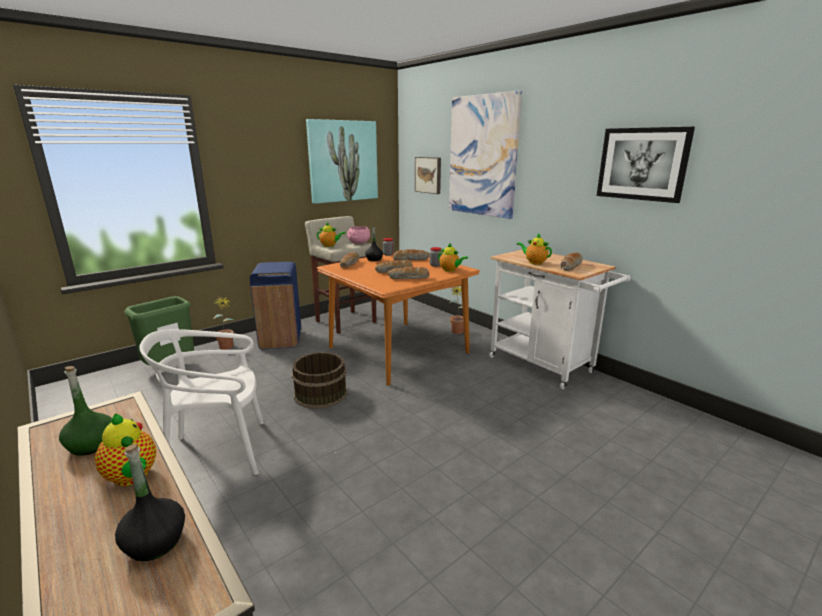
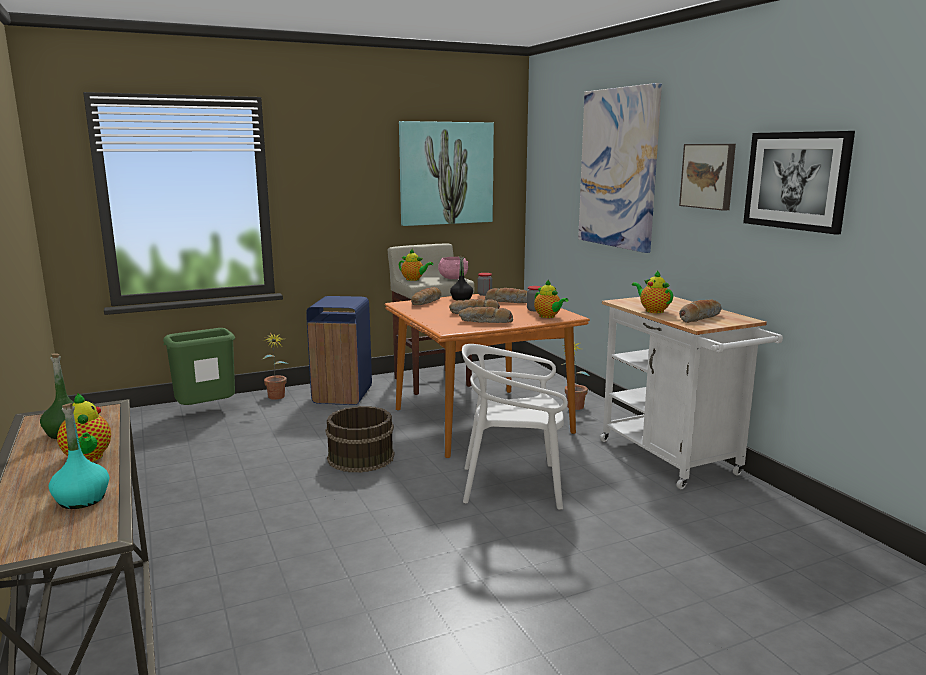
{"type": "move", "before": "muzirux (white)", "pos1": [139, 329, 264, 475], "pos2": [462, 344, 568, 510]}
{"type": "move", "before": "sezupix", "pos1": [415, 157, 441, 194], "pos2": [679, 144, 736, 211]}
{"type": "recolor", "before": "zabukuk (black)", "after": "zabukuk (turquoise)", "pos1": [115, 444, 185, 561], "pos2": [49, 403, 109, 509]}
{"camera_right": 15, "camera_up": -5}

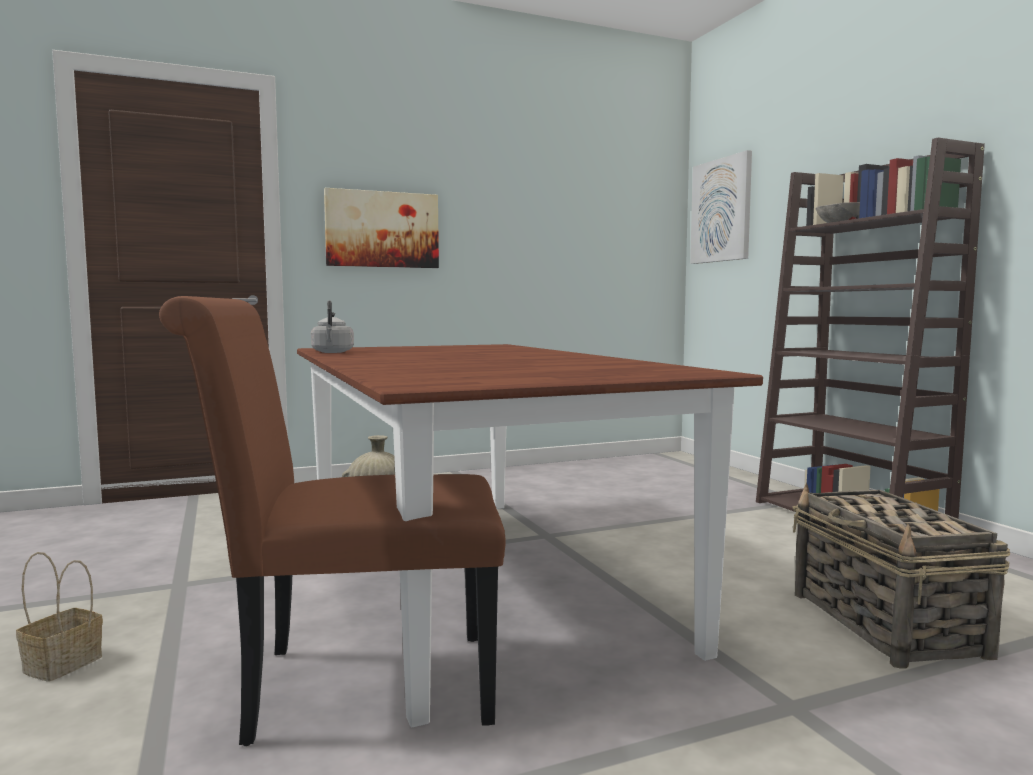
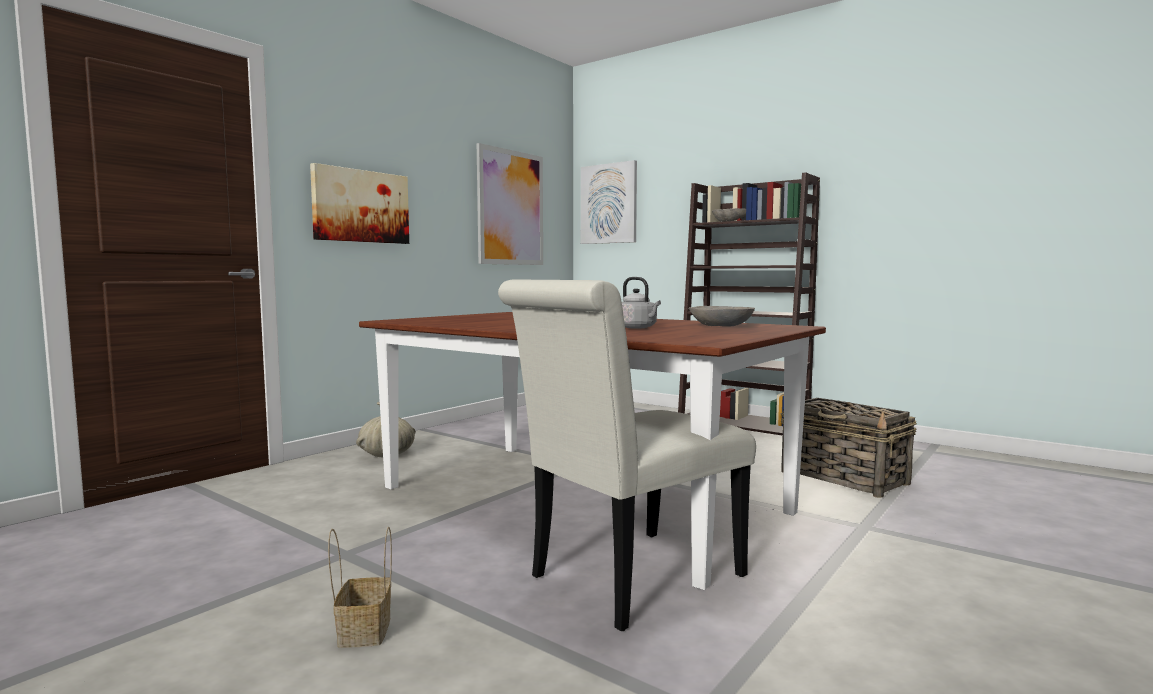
{"type": "insert", "after": "sezupix", "pos2": [477, 143, 543, 265]}
{"type": "insert", "after": "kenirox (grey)", "pos2": [689, 306, 755, 327]}
{"type": "move", "before": "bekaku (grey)", "pos1": [311, 301, 354, 353], "pos2": [622, 277, 661, 329]}
{"type": "recolor", "before": "muzirux (brown)", "after": "muzirux (white)", "pos1": [159, 296, 506, 746], "pos2": [498, 279, 756, 631]}
{"camera_right": -30, "camera_up": 0}

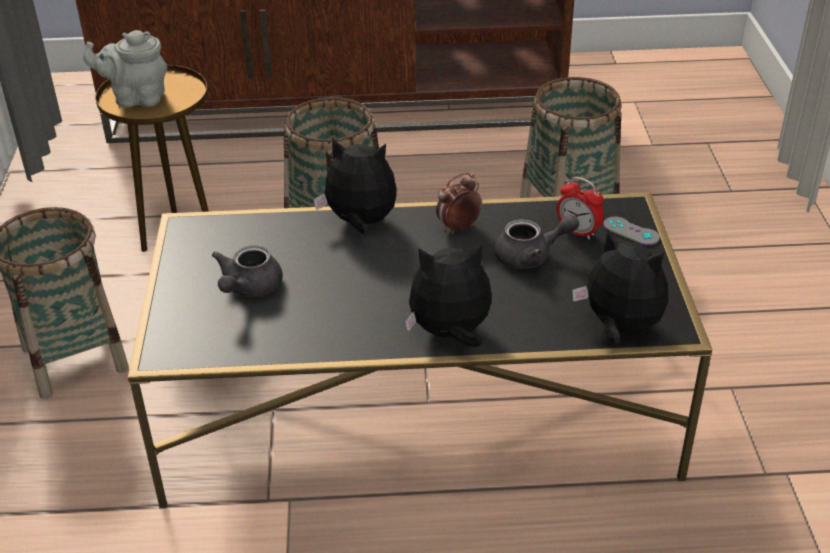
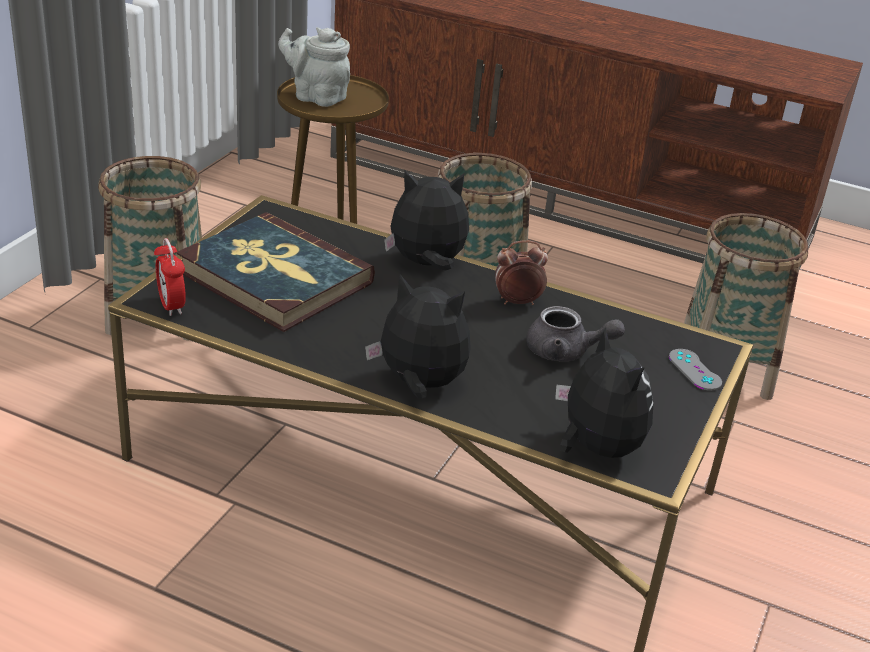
{"type": "move", "before": "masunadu", "pos1": [557, 177, 604, 240], "pos2": [154, 238, 186, 316]}
{"type": "replace", "before": "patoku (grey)", "after": "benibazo", "pos1": [211, 245, 283, 297], "pos2": [176, 212, 375, 332]}
{"type": "rotate", "before": "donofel", "pos1": [313, 138, 397, 233], "pos2": [384, 171, 469, 271], "turn": -45}
{"camera_right": 25, "camera_up": -5}

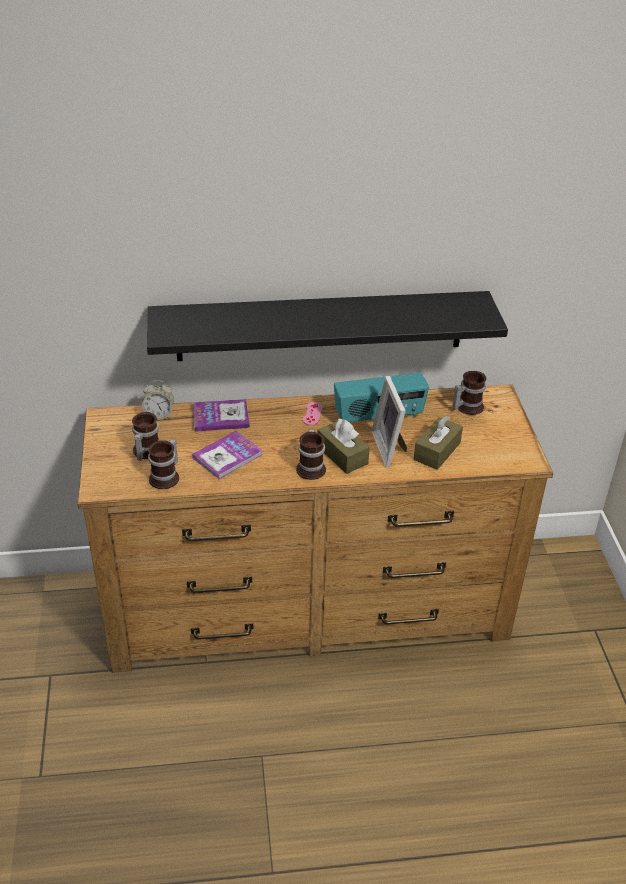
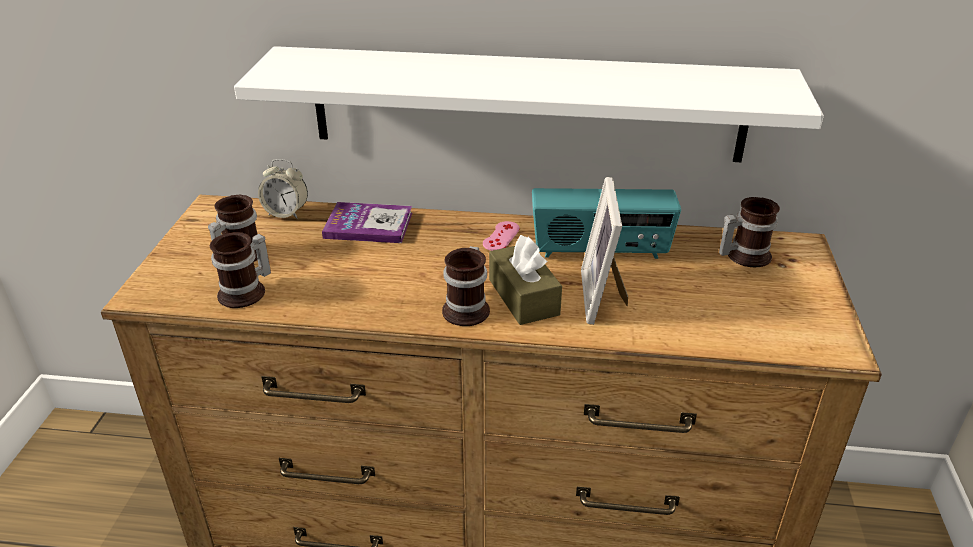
{"type": "delete", "before": "benibazo", "pos1": [192, 431, 262, 479]}
{"type": "delete", "before": "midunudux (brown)", "pos1": [414, 416, 463, 470]}
{"type": "recolor", "before": "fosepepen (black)", "after": "fosepepen (white)", "pos1": [147, 291, 508, 361], "pos2": [234, 46, 824, 162]}
{"camera_right": 15, "camera_up": -5}

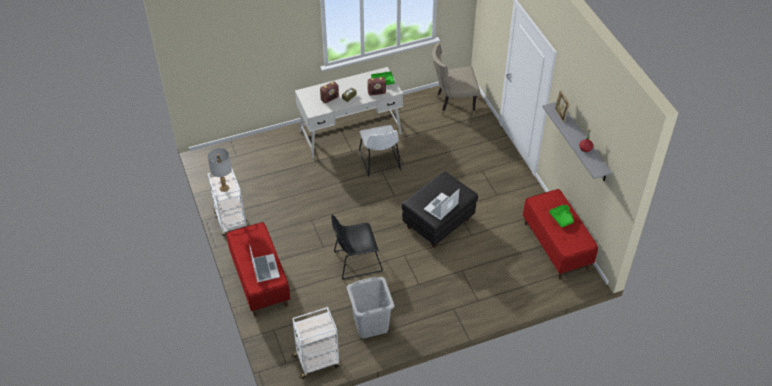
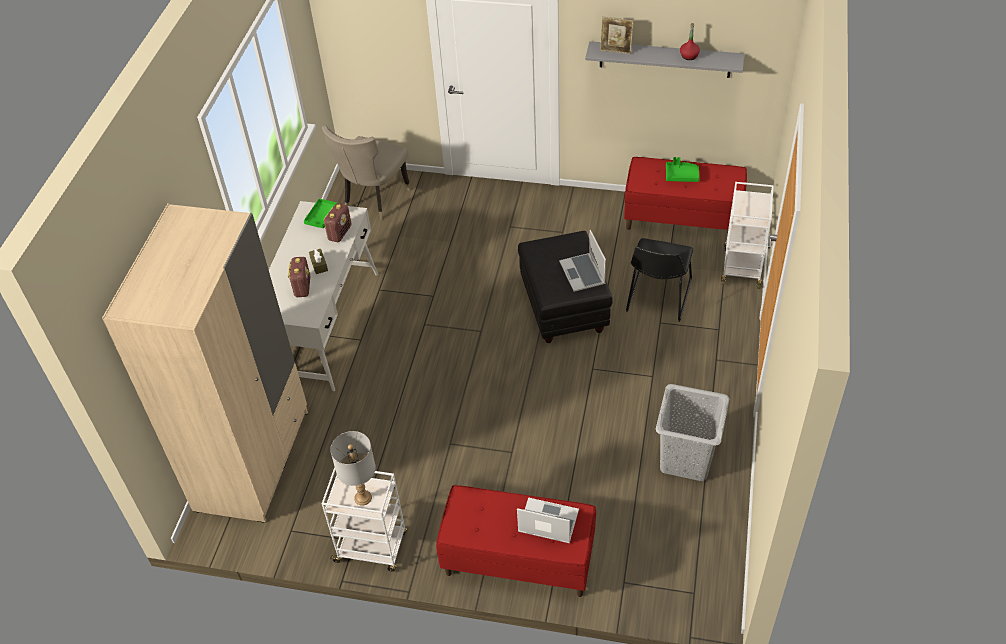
{"type": "delete", "before": "muzirux (white)", "pos1": [359, 125, 401, 177]}
{"type": "insert", "after": "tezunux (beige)", "pos2": [102, 203, 308, 523]}
{"type": "move", "before": "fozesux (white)", "pos1": [291, 307, 340, 379], "pos2": [721, 182, 774, 289]}
{"type": "move", "before": "muzirux (black)", "pos1": [331, 215, 383, 280], "pos2": [626, 238, 693, 322]}
{"camera_right": -55, "camera_up": 0}

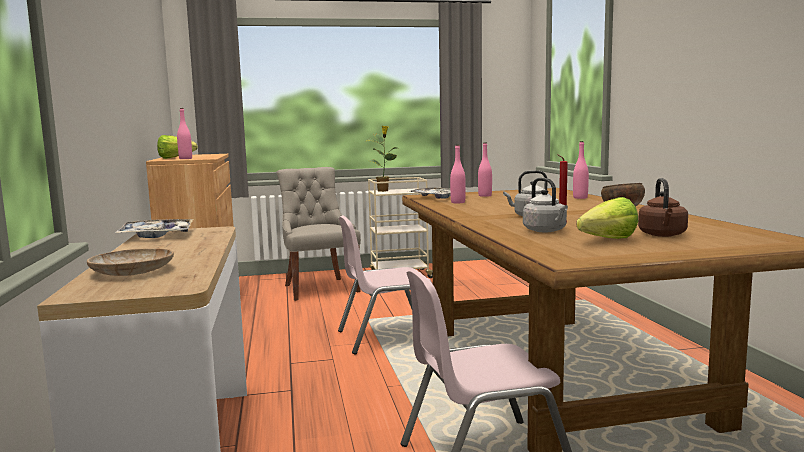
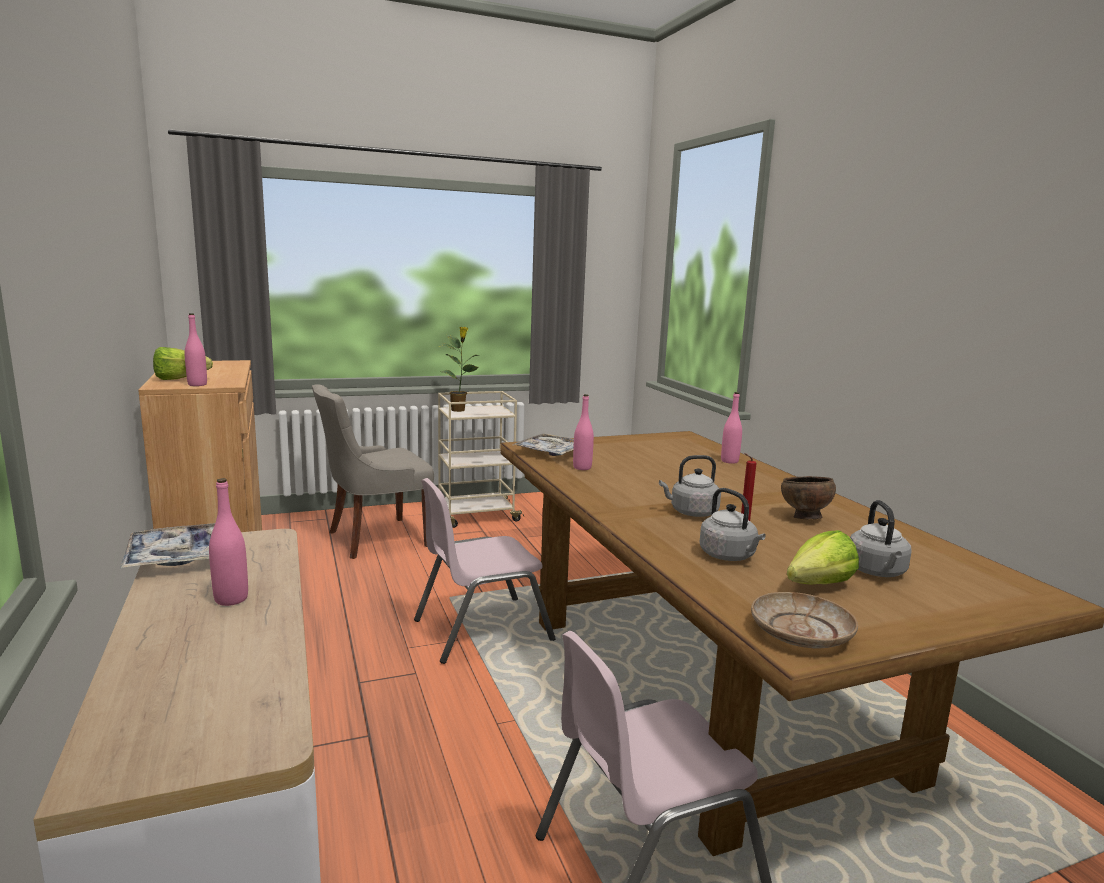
{"type": "move", "before": "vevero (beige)", "pos1": [87, 248, 174, 276], "pos2": [751, 592, 858, 648]}
{"type": "move", "before": "zabukuk (pink)", "pos1": [478, 142, 492, 197], "pos2": [209, 478, 248, 606]}
{"type": "recolor", "before": "bekaku (brown)", "after": "bekaku (grey)", "pos1": [638, 178, 688, 237], "pos2": [850, 500, 911, 577]}
{"type": "rotate", "before": "muzirux (grey)", "pos1": [277, 167, 361, 301], "pos2": [312, 384, 434, 559], "turn": -90}
{"camera_right": -10, "camera_up": 5}

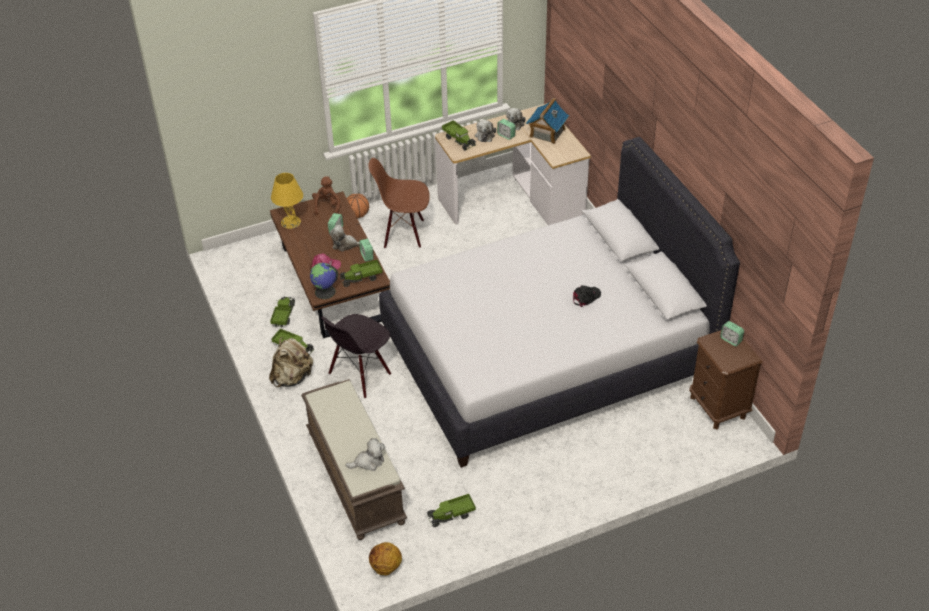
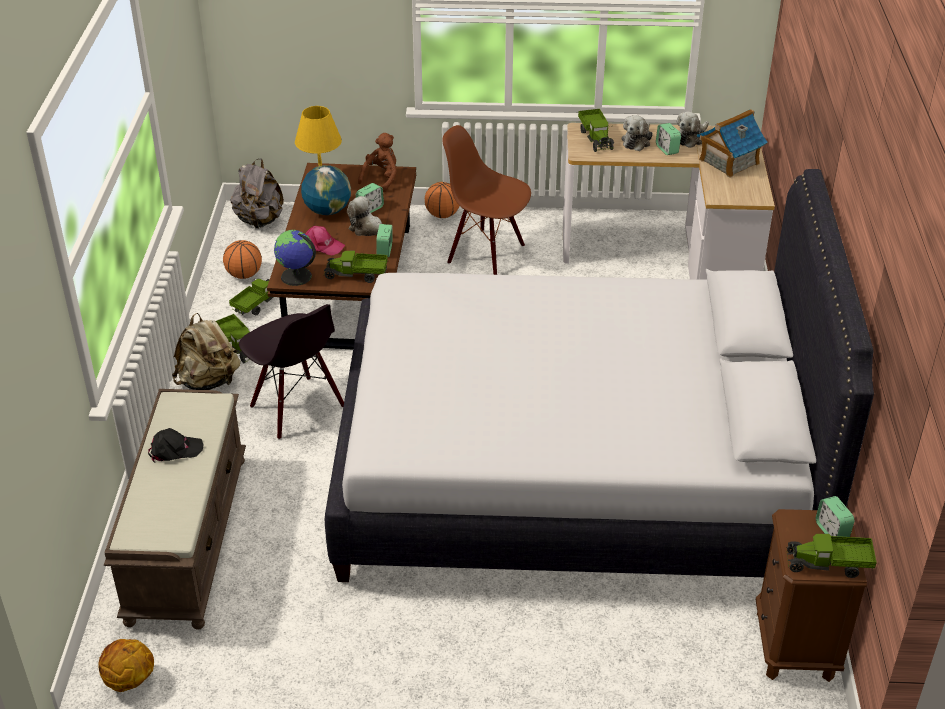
{"type": "delete", "before": "donofel", "pos1": [345, 438, 385, 471]}
{"type": "insert", "after": "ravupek", "pos2": [223, 240, 262, 279]}
{"type": "insert", "after": "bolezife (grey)", "pos2": [231, 158, 284, 229]}
{"type": "insert", "after": "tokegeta", "pos2": [301, 165, 351, 215]}
{"type": "move", "before": "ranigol", "pos1": [427, 494, 476, 527], "pos2": [786, 534, 877, 578]}
{"type": "move", "before": "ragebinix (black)", "pos1": [573, 286, 601, 307], "pos2": [148, 428, 204, 462]}
{"type": "rotate", "before": "muzirux (black)", "pos1": [321, 314, 391, 398], "pos2": [239, 304, 344, 440], "turn": -105}
{"camera_right": 25, "camera_up": -5}

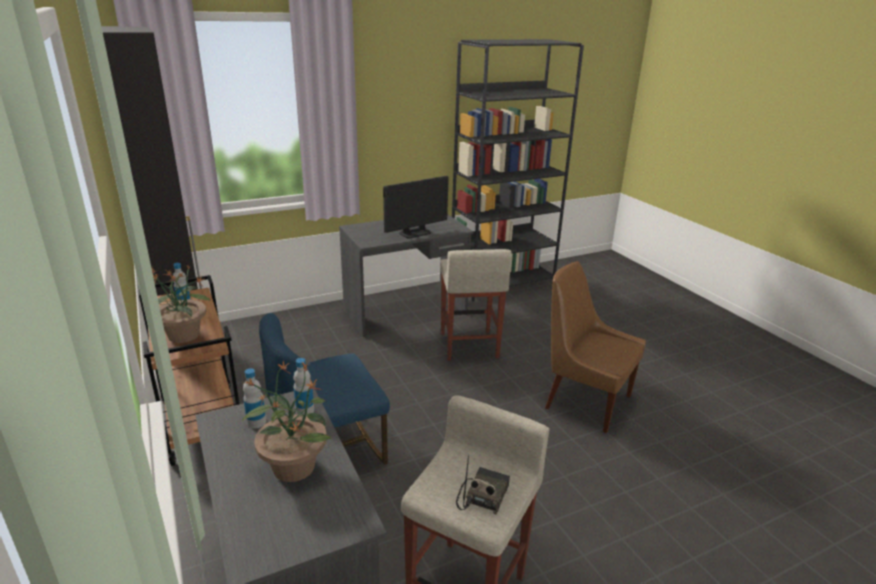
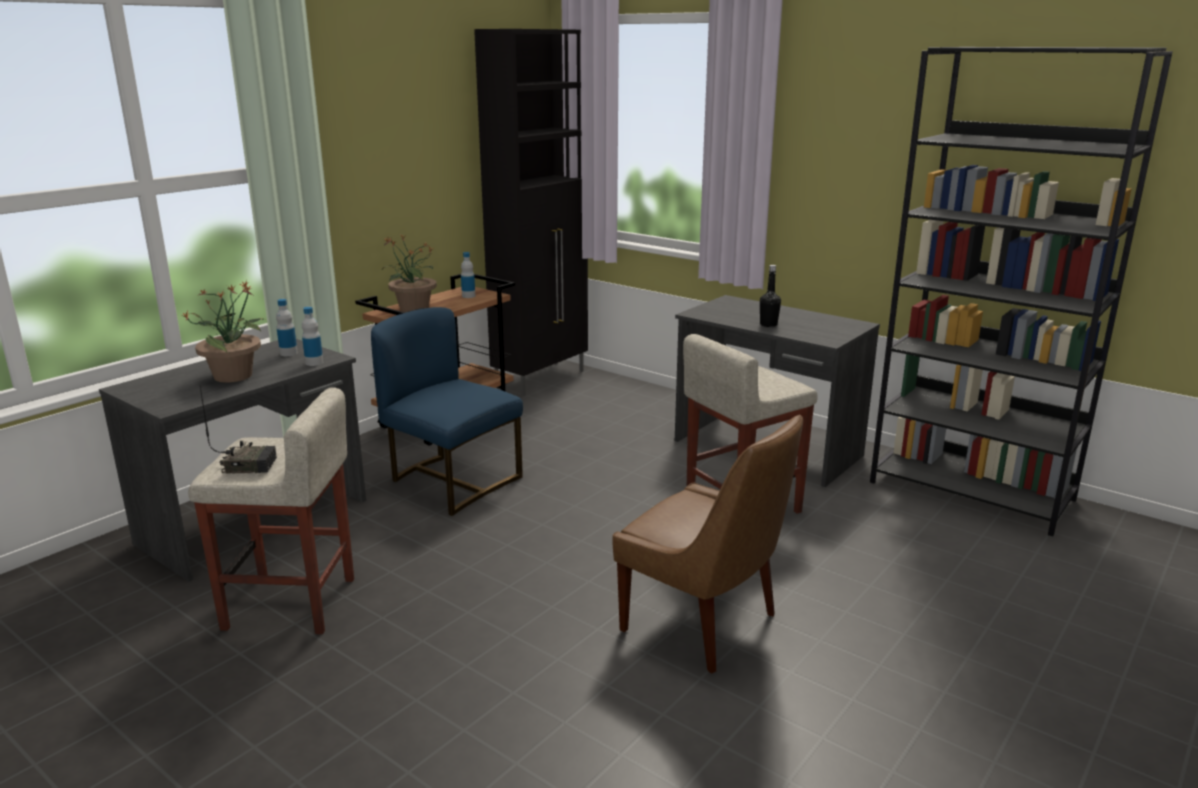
{"type": "replace", "before": "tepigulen", "after": "zabukuk (black)", "pos1": [383, 176, 449, 238], "pos2": [760, 265, 781, 327]}
{"type": "rotate", "before": "muzirux (brown)", "pos1": [545, 261, 646, 433], "pos2": [612, 414, 803, 674], "turn": 120}
{"camera_right": 65, "camera_up": -5}

